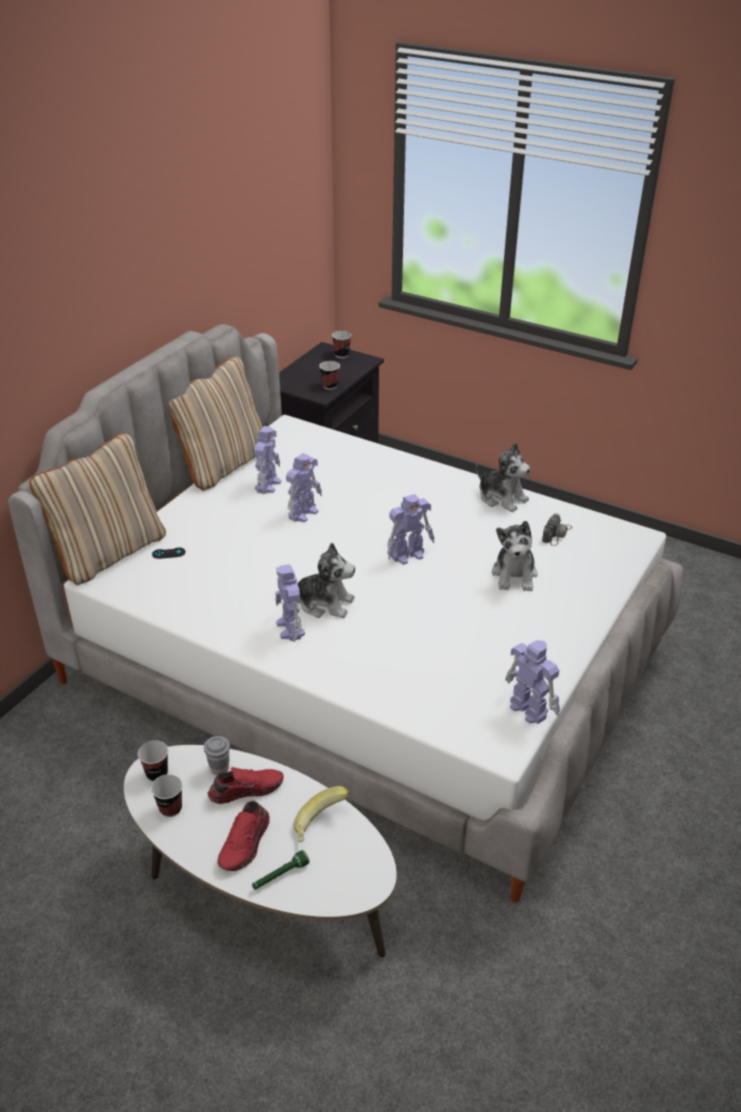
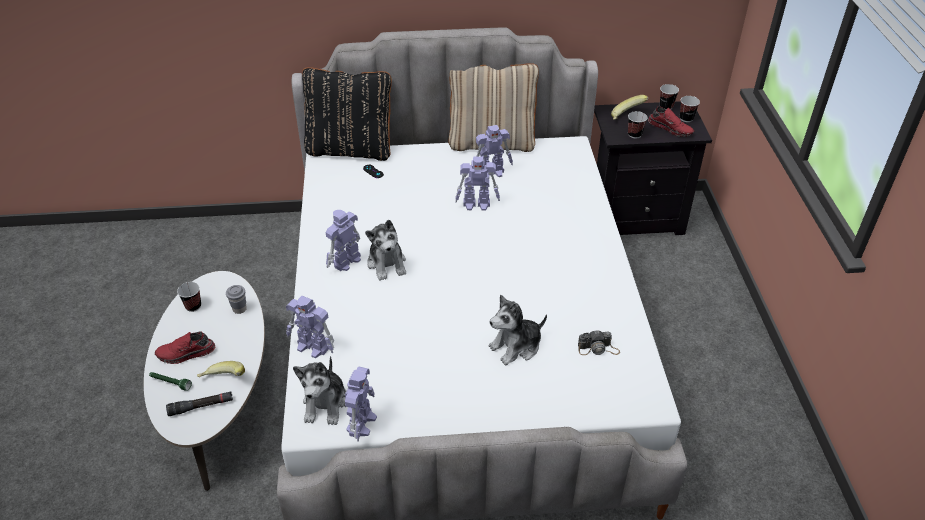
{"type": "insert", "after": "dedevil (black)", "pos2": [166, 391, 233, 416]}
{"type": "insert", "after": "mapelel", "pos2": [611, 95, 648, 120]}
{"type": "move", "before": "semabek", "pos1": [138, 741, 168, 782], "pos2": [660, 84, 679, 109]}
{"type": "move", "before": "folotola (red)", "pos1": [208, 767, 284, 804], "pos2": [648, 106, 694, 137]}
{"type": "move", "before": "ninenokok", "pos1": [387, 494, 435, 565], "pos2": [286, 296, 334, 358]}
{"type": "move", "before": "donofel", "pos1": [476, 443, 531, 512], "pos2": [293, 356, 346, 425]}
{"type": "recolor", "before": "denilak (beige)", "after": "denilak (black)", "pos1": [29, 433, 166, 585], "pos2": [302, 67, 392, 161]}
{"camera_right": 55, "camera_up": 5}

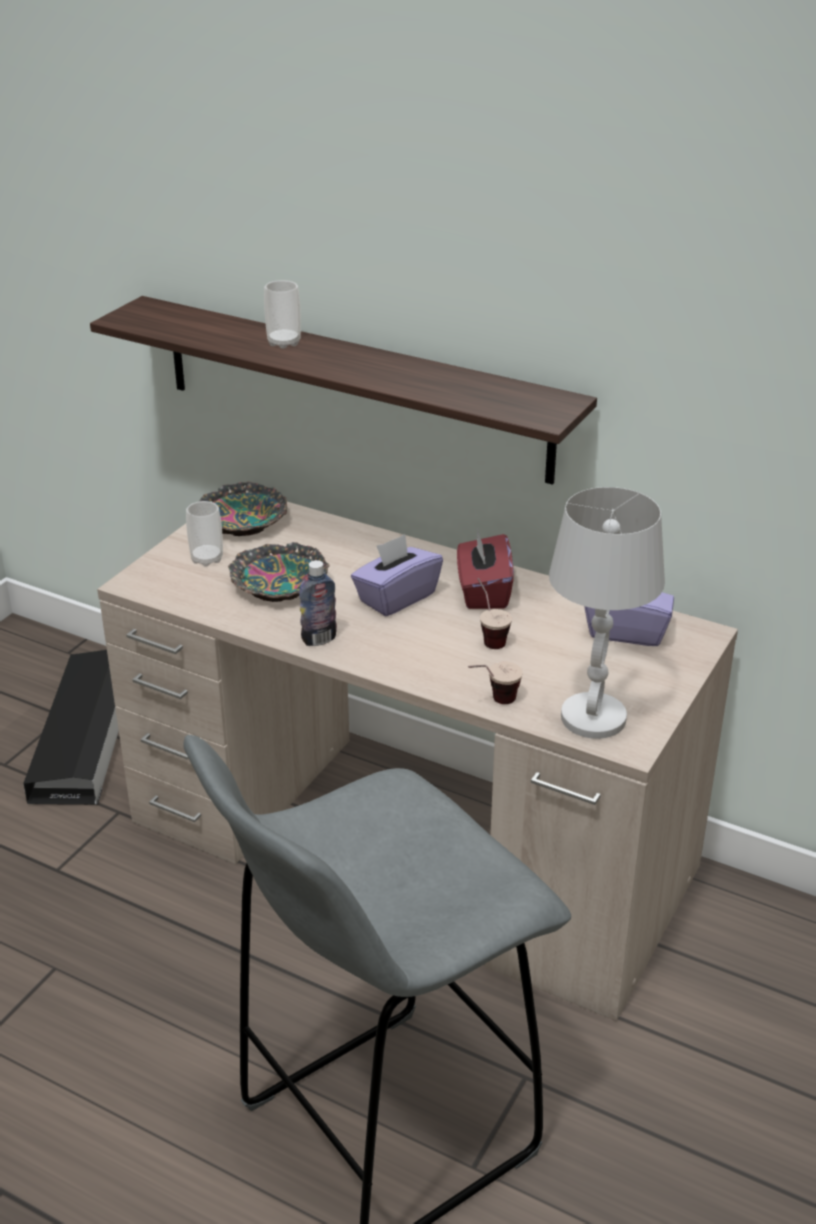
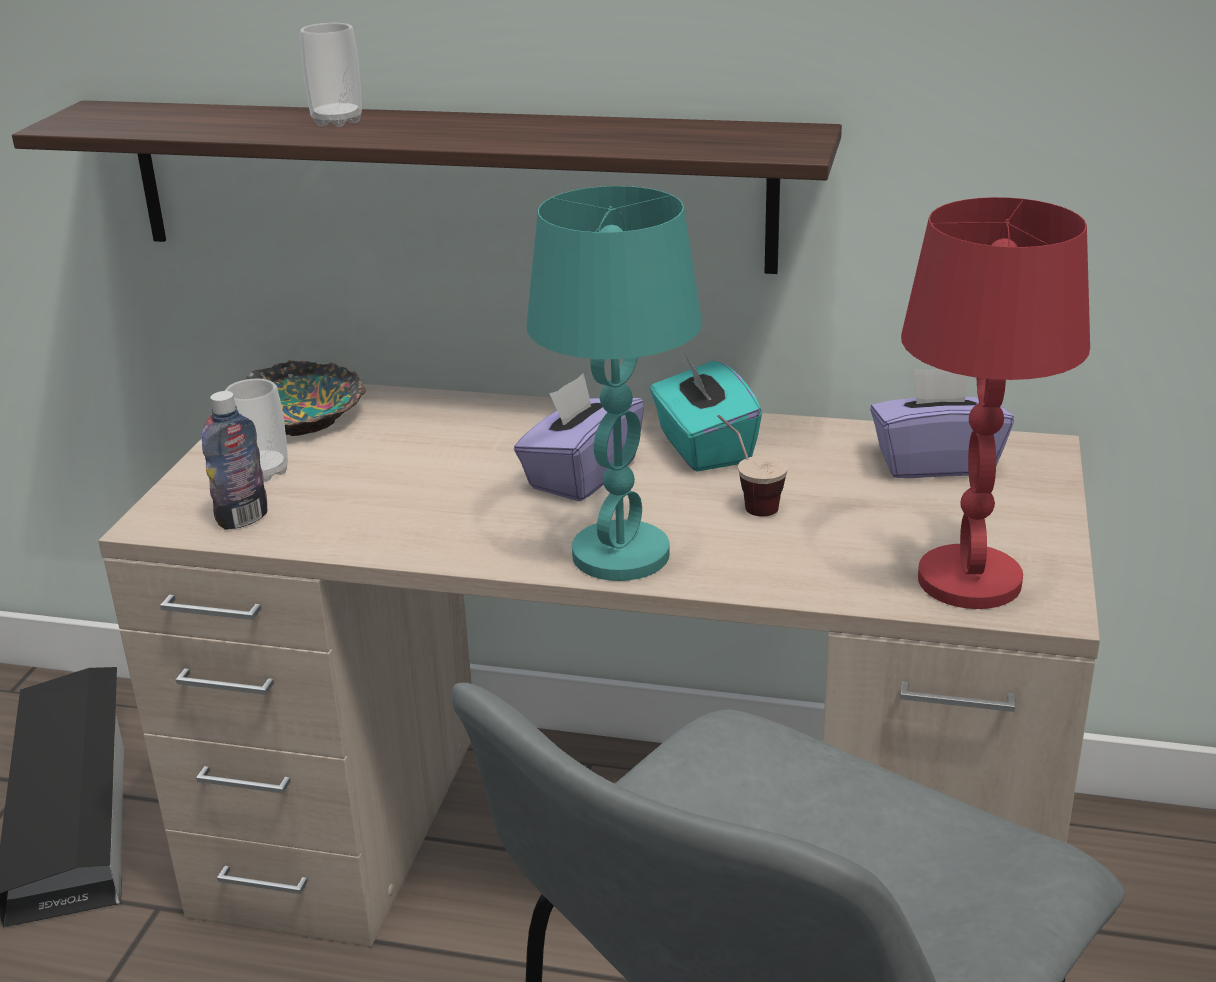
{"type": "delete", "before": "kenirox", "pos1": [228, 542, 330, 602]}
{"type": "delete", "before": "semabek", "pos1": [468, 662, 523, 704]}
{"type": "insert", "after": "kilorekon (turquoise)", "pos2": [526, 186, 702, 581]}
{"type": "move", "before": "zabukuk", "pos1": [299, 560, 337, 646], "pos2": [202, 391, 267, 530]}
{"type": "recolor", "before": "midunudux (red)", "after": "midunudux (turquoise)", "pos1": [457, 529, 514, 609], "pos2": [650, 352, 762, 472]}
{"type": "recolor", "before": "kilorekon (white)", "after": "kilorekon (red)", "pos1": [549, 487, 665, 739], "pos2": [901, 197, 1090, 609]}
{"camera_right": -15, "camera_up": -5}

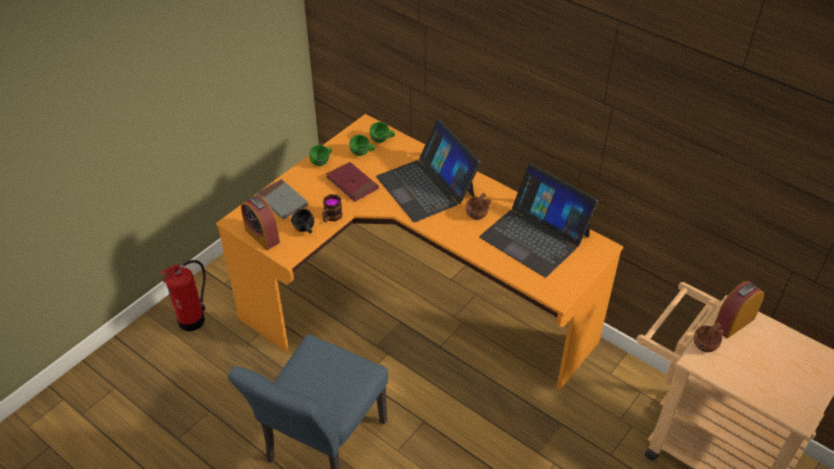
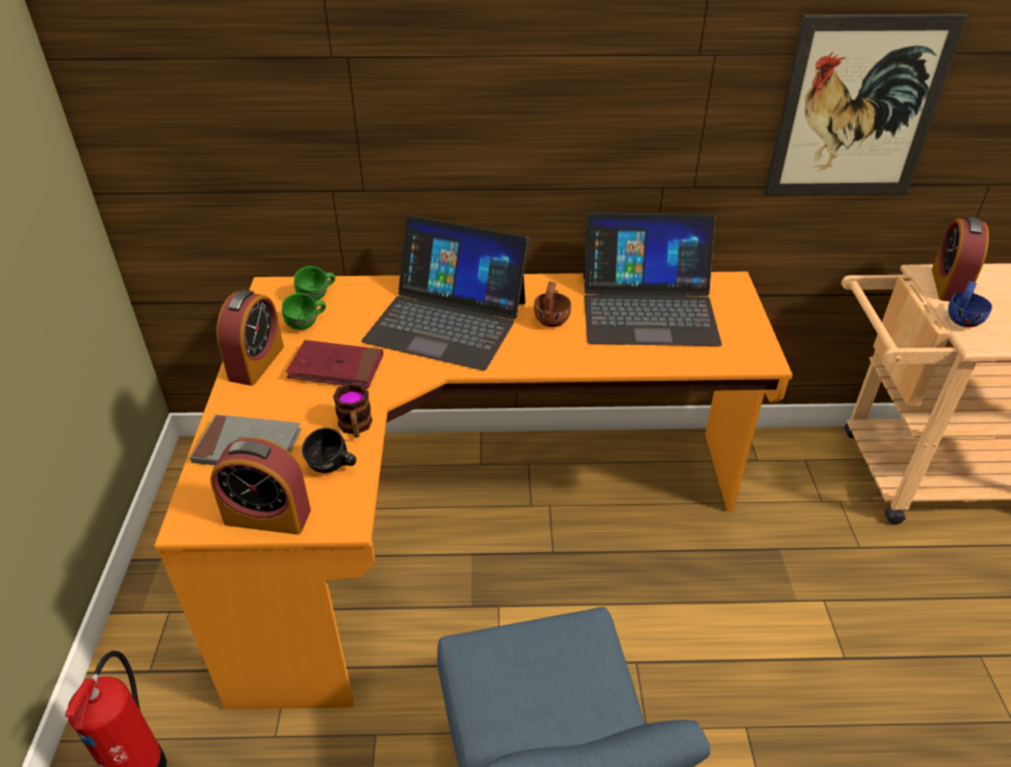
{"type": "insert", "after": "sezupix", "pos2": [764, 14, 968, 195]}
{"type": "replace", "before": "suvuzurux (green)", "after": "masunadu", "pos1": [309, 145, 332, 166], "pos2": [217, 290, 284, 386]}
{"type": "recolor", "before": "semabek (brown)", "after": "semabek (blue)", "pos1": [694, 322, 724, 352], "pos2": [948, 281, 992, 327]}
{"camera_right": -40, "camera_up": -5}

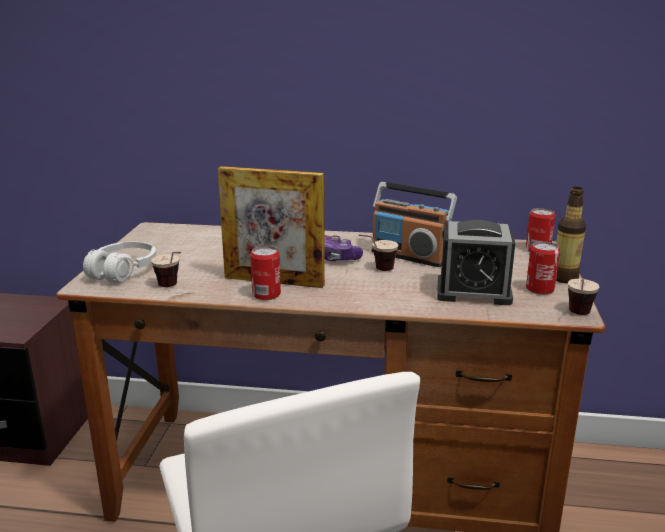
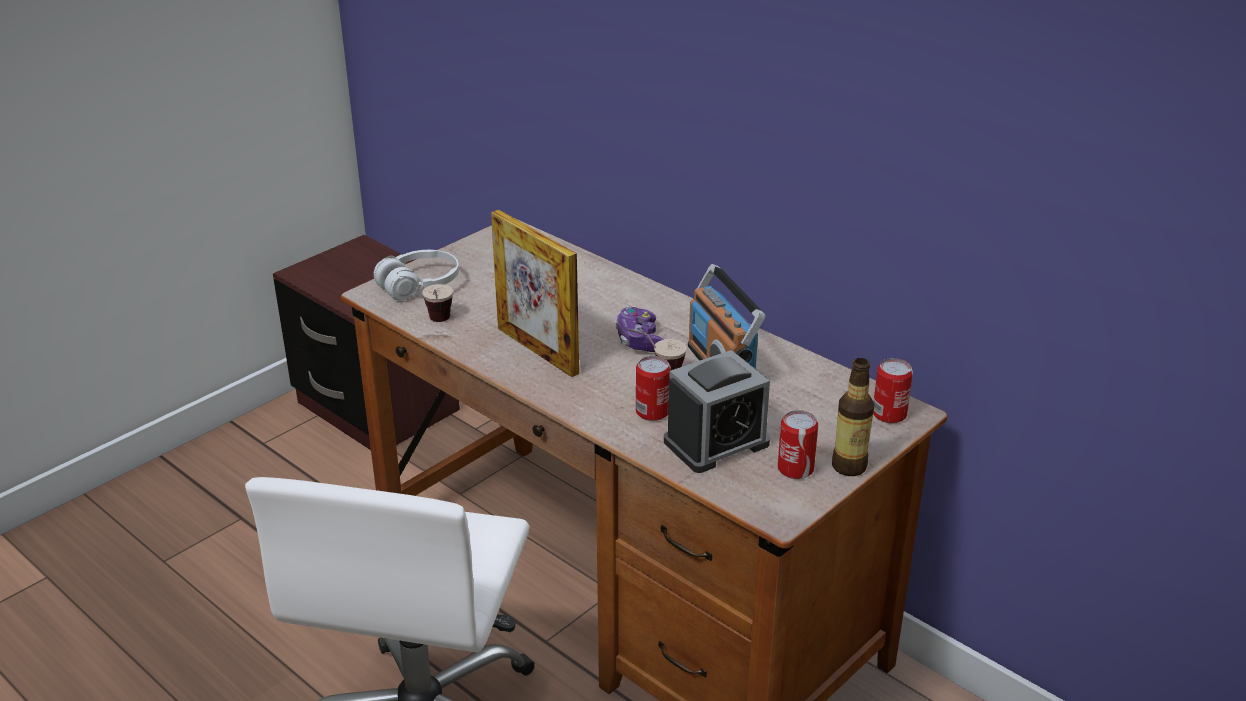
{"type": "delete", "before": "semabek", "pos1": [568, 278, 599, 315]}
{"type": "move", "before": "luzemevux", "pos1": [250, 246, 281, 300], "pos2": [636, 356, 671, 421]}
{"type": "rotate", "before": "masunadu", "pos1": [437, 220, 515, 305], "pos2": [664, 350, 770, 473], "turn": -75}
{"camera_right": 35, "camera_up": 10}

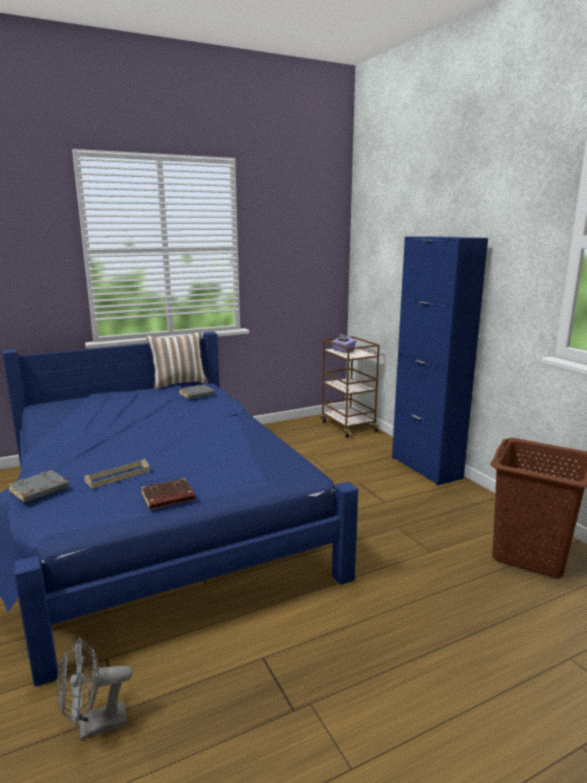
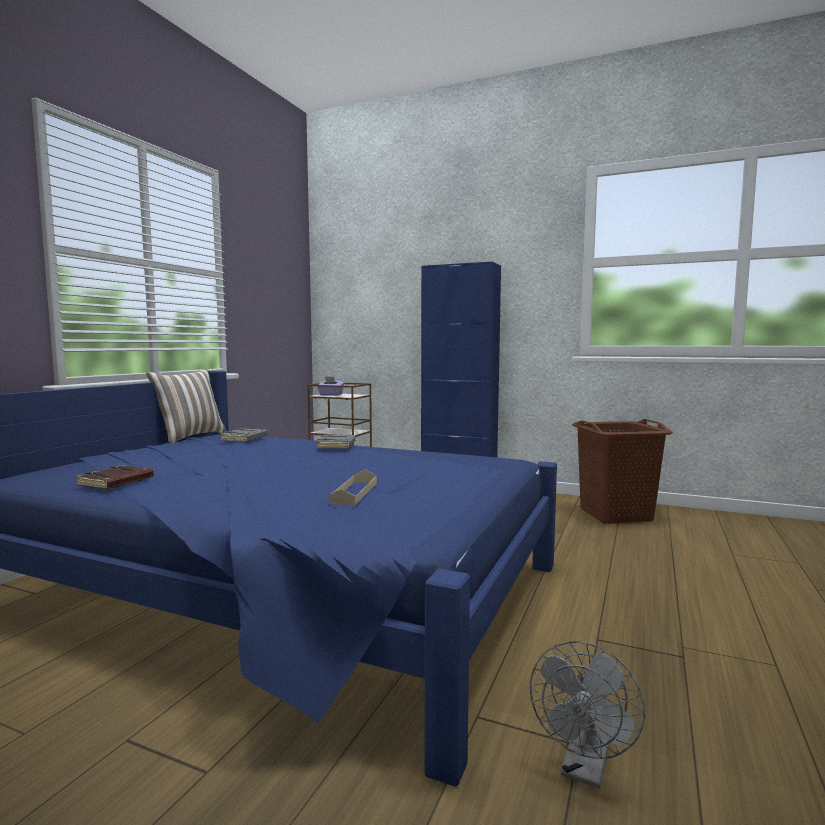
{"type": "move", "before": "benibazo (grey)", "pos1": [8, 470, 69, 502], "pos2": [316, 434, 355, 449]}
{"type": "move", "before": "benibazo (brown)", "pos1": [141, 478, 195, 510], "pos2": [76, 465, 154, 489]}
{"camera_right": -40, "camera_up": -10}

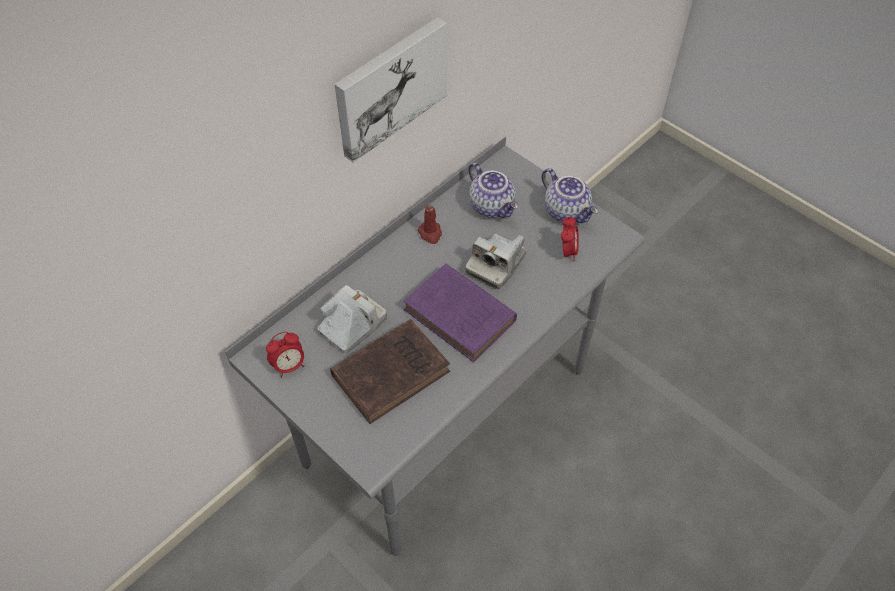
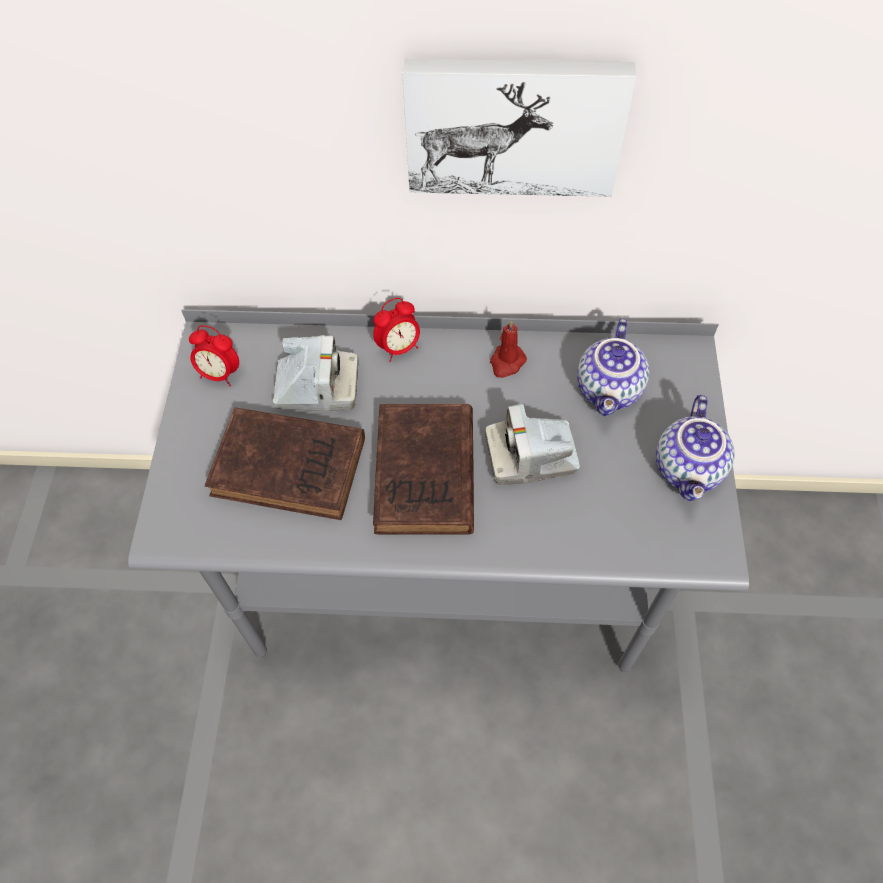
{"type": "move", "before": "masunadu", "pos1": [561, 217, 579, 262], "pos2": [373, 298, 420, 362]}
{"type": "recolor", "before": "benibazo (purple)", "after": "benibazo (brown)", "pos1": [403, 264, 517, 362], "pos2": [373, 404, 474, 535]}
{"camera_right": 50, "camera_up": 5}

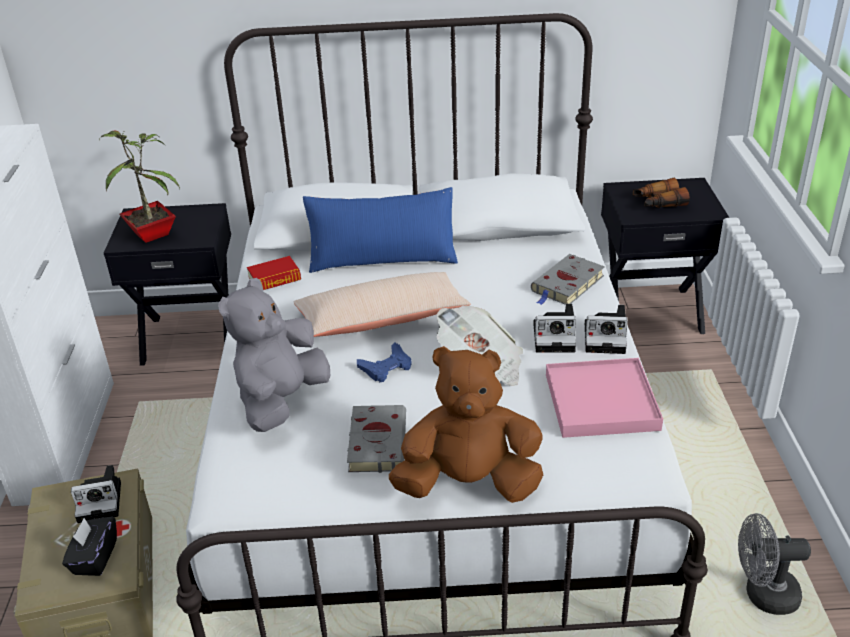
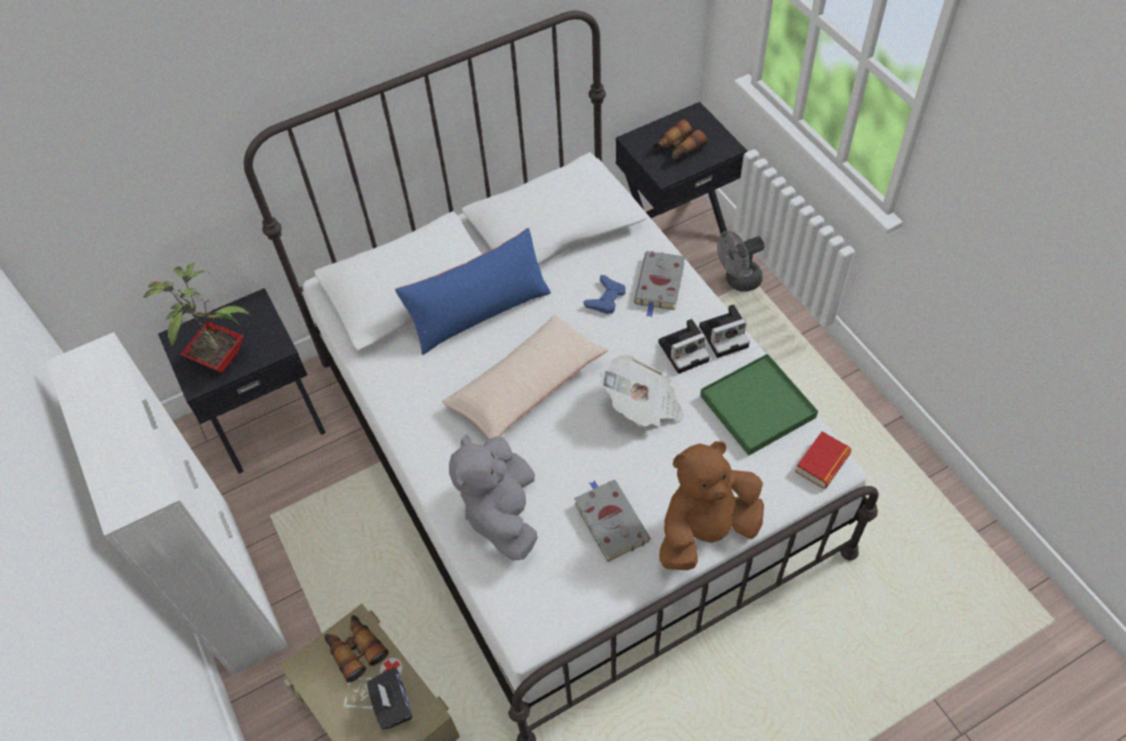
{"type": "move", "before": "benibazo", "pos1": [247, 256, 301, 290], "pos2": [795, 431, 852, 489]}
{"type": "move", "before": "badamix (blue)", "pos1": [357, 342, 412, 382], "pos2": [584, 275, 626, 314]}
{"type": "move", "before": "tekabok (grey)", "pos1": [738, 513, 811, 615], "pos2": [717, 231, 765, 292]}
{"type": "replace", "before": "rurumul", "after": "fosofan", "pos1": [71, 465, 121, 523], "pos2": [325, 615, 389, 683]}
{"type": "recolor", "before": "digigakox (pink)", "after": "digigakox (green)", "pos1": [546, 358, 663, 438], "pos2": [700, 354, 818, 456]}
{"camera_right": -25, "camera_up": 20}

